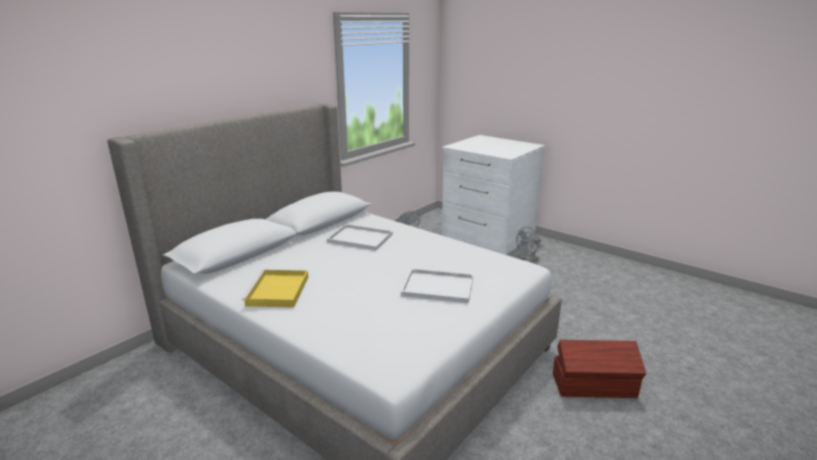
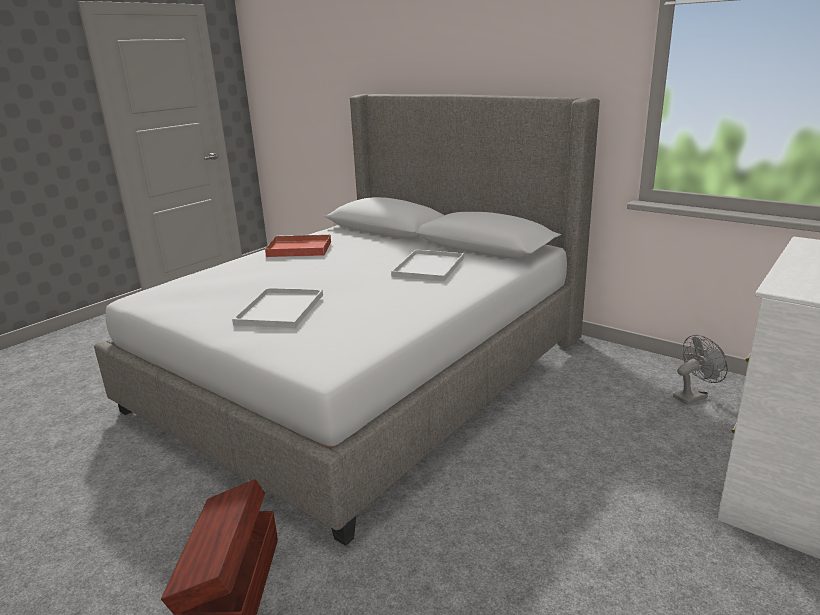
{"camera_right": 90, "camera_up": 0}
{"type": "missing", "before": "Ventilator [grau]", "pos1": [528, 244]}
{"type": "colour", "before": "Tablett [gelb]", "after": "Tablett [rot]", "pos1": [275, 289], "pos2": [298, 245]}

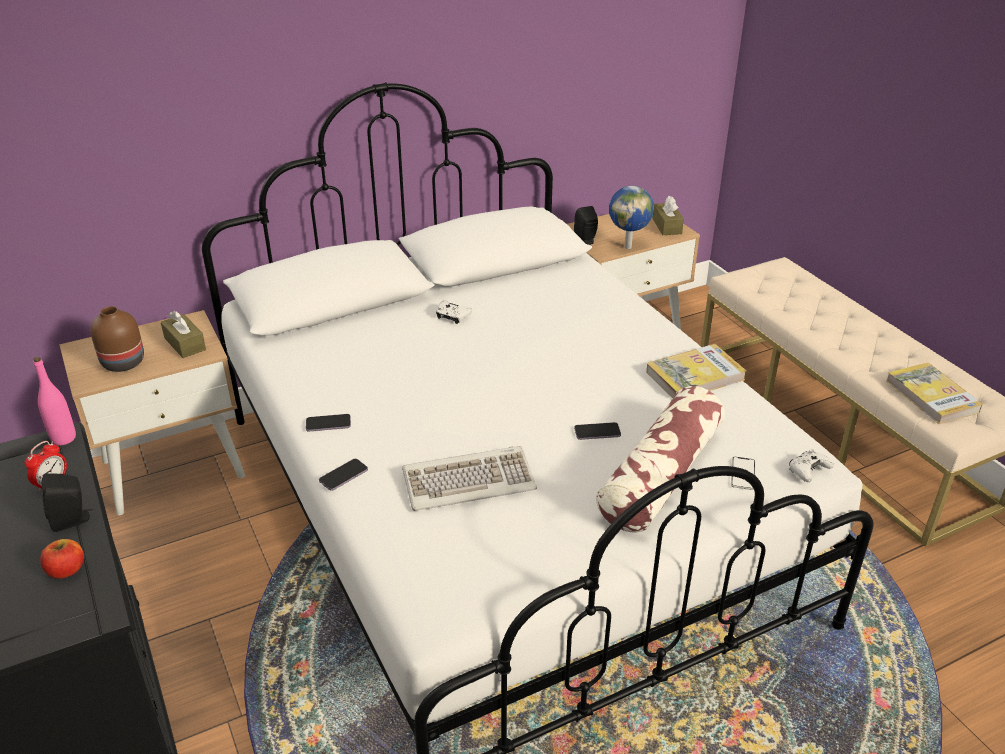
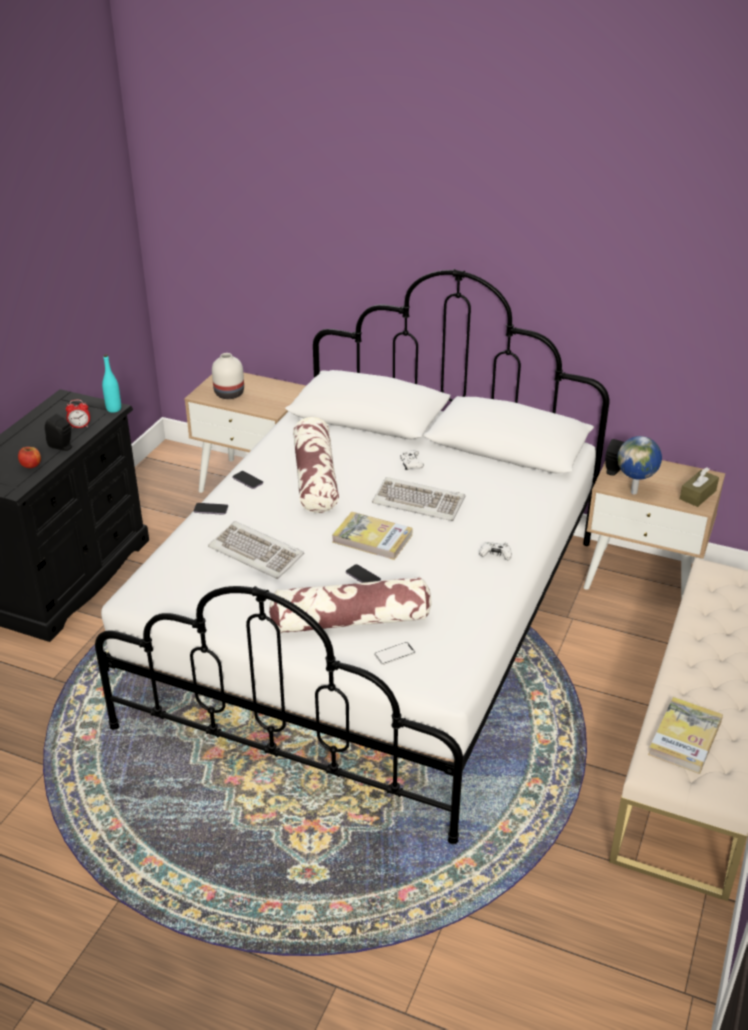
{"camera_right": 50, "camera_up": 0}
{"type": "colour", "before": "Vase [braun]", "after": "Vase [weiß]", "pos1": [117, 339], "pos2": [228, 376]}
{"type": "missing", "before": "Taschentuchbox [braun]", "pos1": [183, 334]}
{"type": "relocated", "before": "Buch", "pos1": [696, 371], "pos2": [372, 536]}
{"type": "colour", "before": "Flasche [rosa]", "after": "Flasche [türkis]", "pos1": [54, 401], "pos2": [111, 383]}
{"type": "relocated", "before": "Gamepad [weiß]", "pos1": [811, 465], "pos2": [495, 551]}
{"type": "appeared", "after": "Kissen", "pos2": [316, 465]}
{"type": "appeared", "after": "Tastatur", "pos2": [418, 499]}

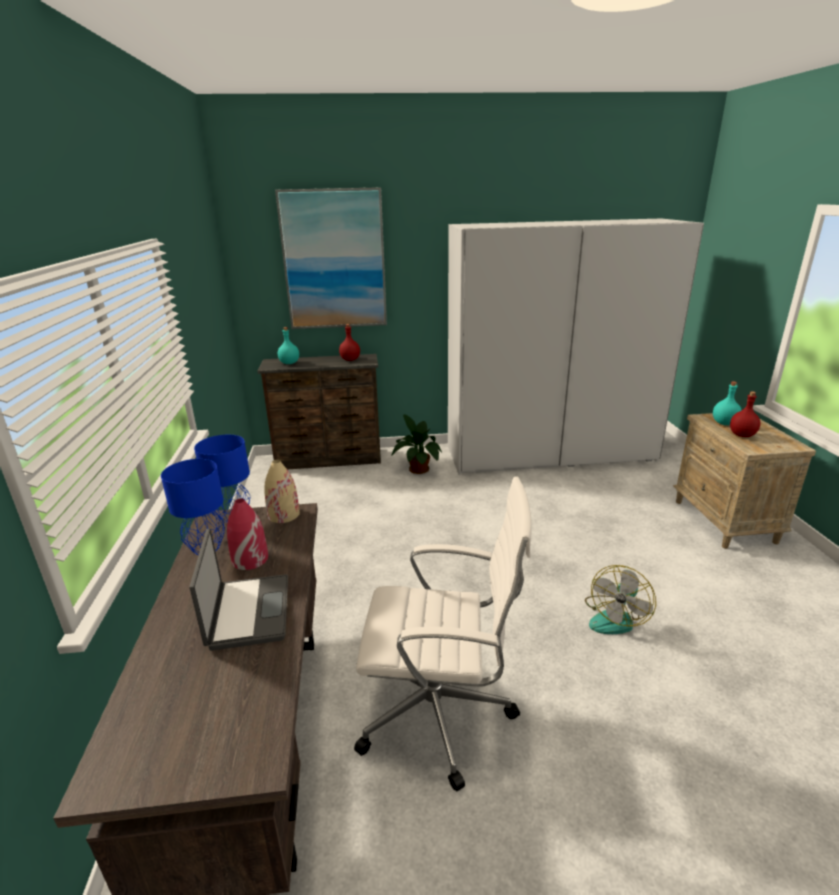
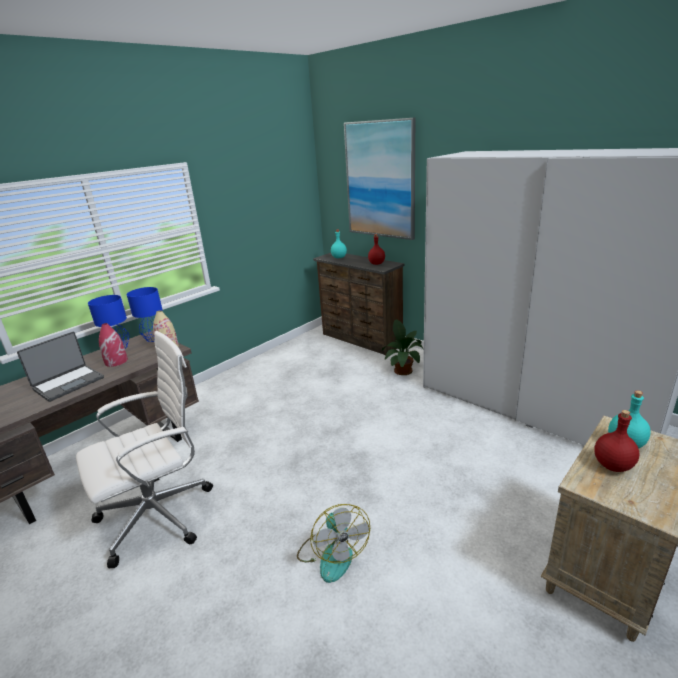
{"camera_right": 50, "camera_up": 0}
{"type": "spun", "before": "Bürostuhl [weiß]", "pos1": [443, 634], "pos2": [144, 449], "turn": -90}
{"type": "spun", "before": "Ventilator", "pos1": [620, 599], "pos2": [333, 543], "turn": -105}

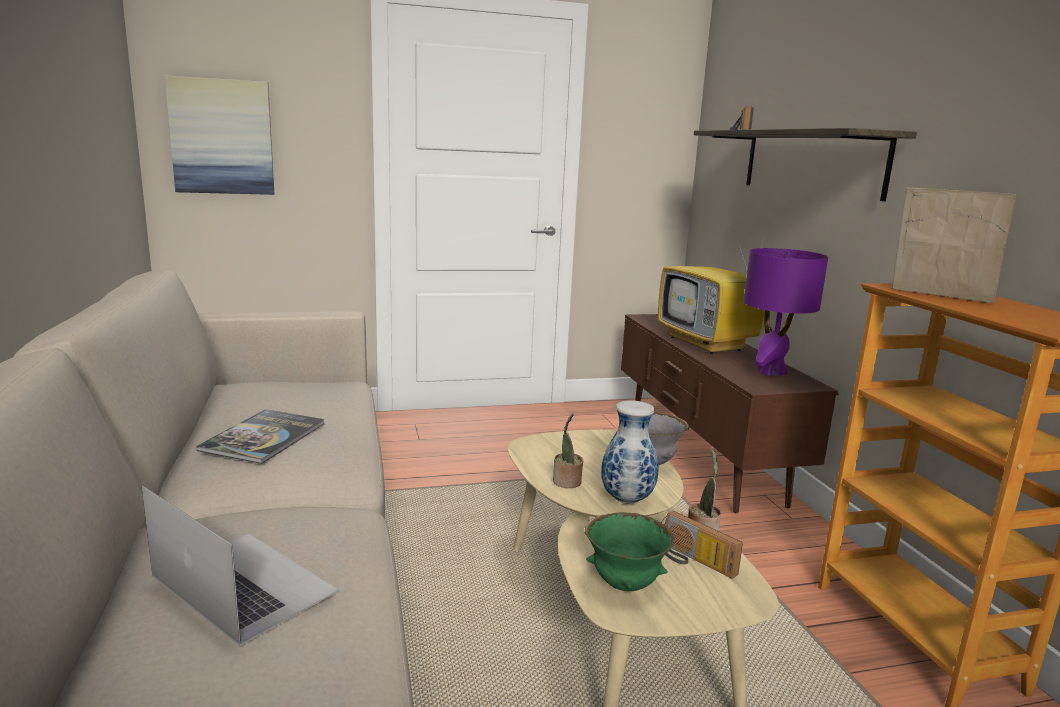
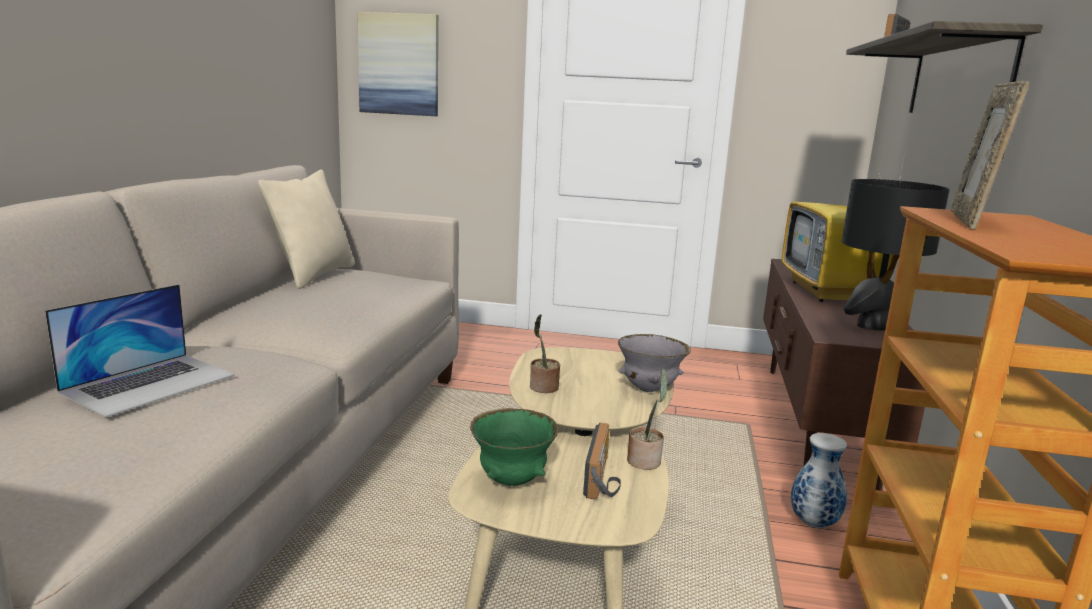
{"camera_right": 25, "camera_up": 0}
{"type": "spun", "before": "Bilderrahmen", "pos1": [954, 245], "pos2": [990, 155], "turn": -135}
{"type": "colour", "before": "Tischlampe [lila]", "after": "Tischlampe [schwarz]", "pos1": [785, 312], "pos2": [895, 255]}
{"type": "relocated", "before": "Vase", "pos1": [629, 452], "pos2": [819, 480]}
{"type": "missing", "before": "Buch", "pos1": [260, 436]}
{"type": "spun", "before": "Laptop", "pos1": [240, 566], "pos2": [140, 351], "turn": 60}
{"type": "spun", "before": "Radio", "pos1": [702, 545], "pos2": [602, 461], "turn": -150}
{"type": "appeared", "after": "Kissen [beige]", "pos2": [306, 229]}

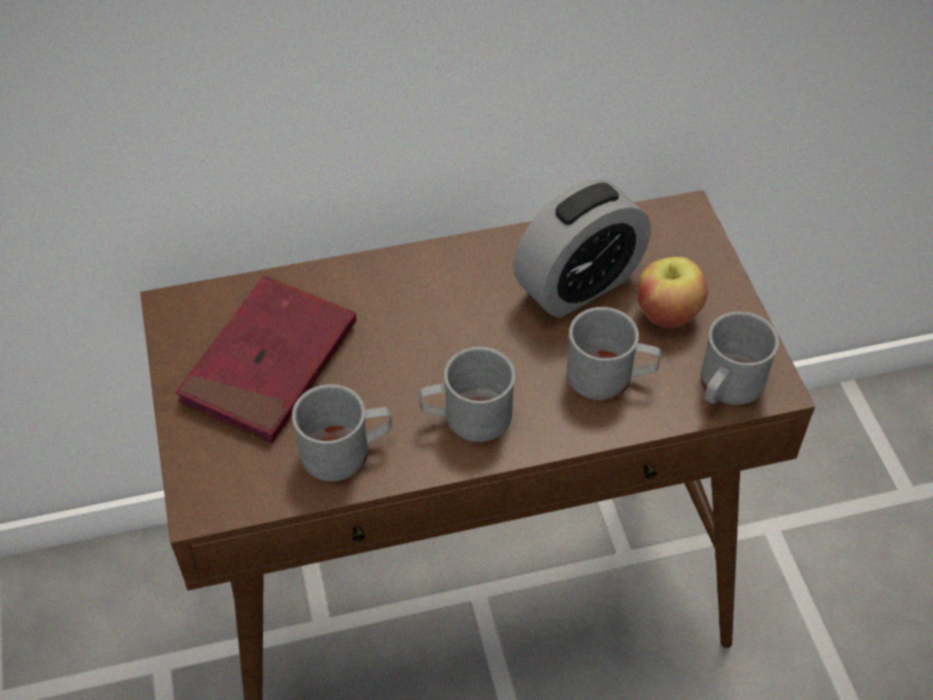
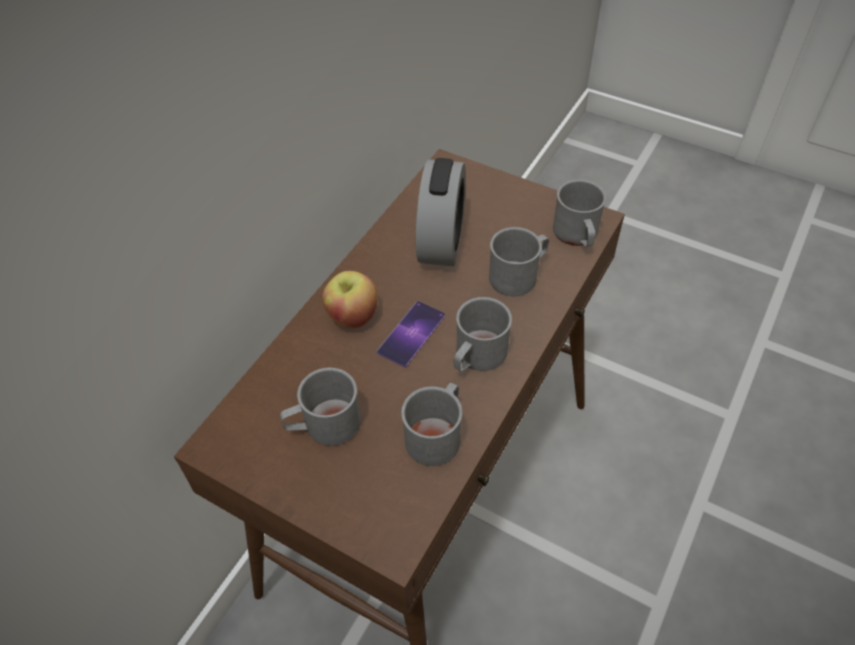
{"camera_right": -45, "camera_up": 0}
{"type": "relocated", "before": "Apfel", "pos1": [672, 292], "pos2": [350, 299]}
{"type": "exchanged", "before": "Buch [rot]", "after": "Henkelbecher [grau]", "pos1": [265, 359], "pos2": [320, 407]}
{"type": "appeared", "after": "Handy", "pos2": [411, 334]}

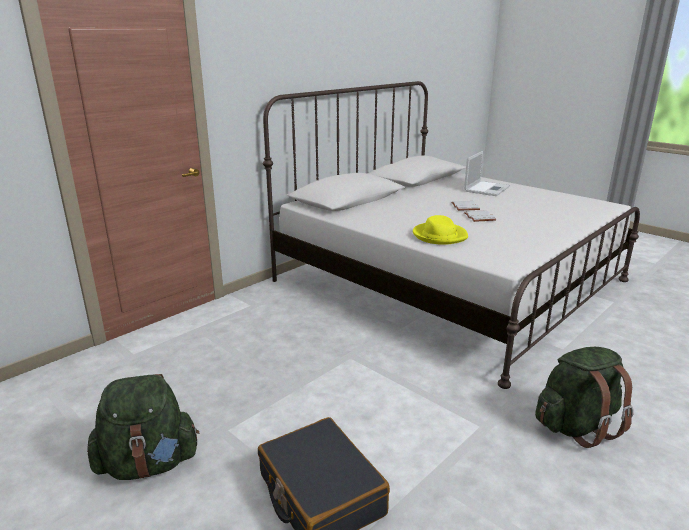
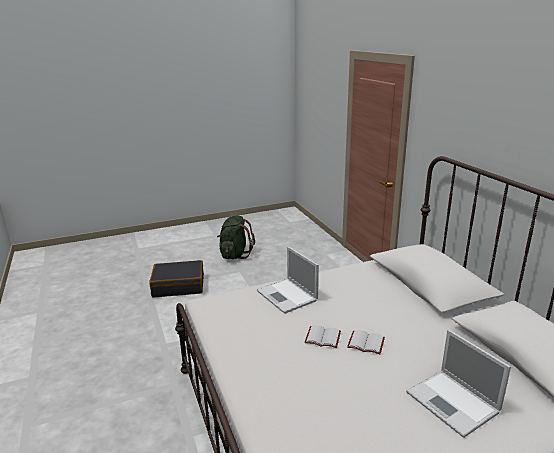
{"camera_right": 115, "camera_up": 0}
{"type": "exchanged", "before": "Hut [gelb]", "after": "Laptop", "pos1": [440, 230], "pos2": [288, 280]}
{"type": "missing", "before": "Rucksack [grün]", "pos1": [584, 397]}

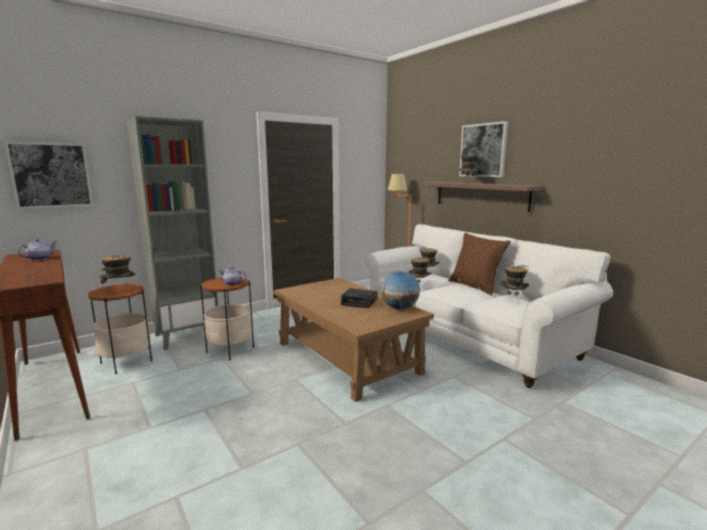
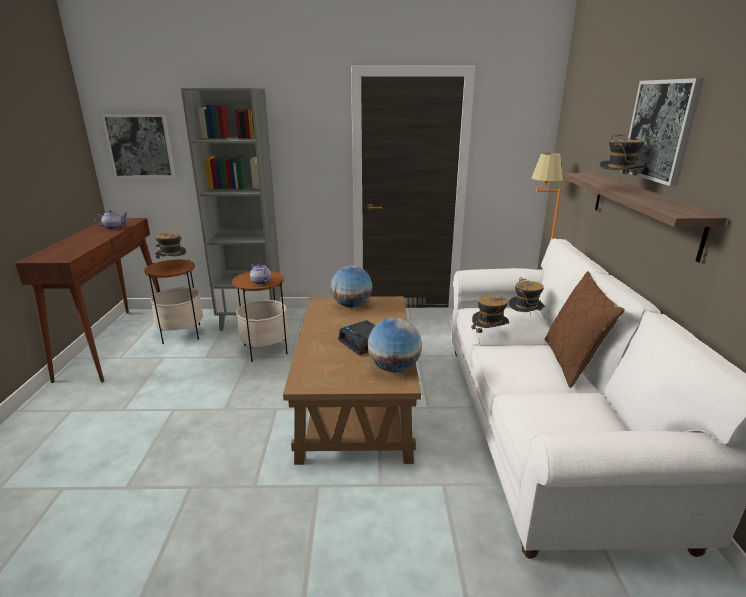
{"camera_right": 35, "camera_up": 10}
{"type": "missing", "before": "Hut", "pos1": [515, 284]}
{"type": "appeared", "after": "Globus", "pos2": [352, 287]}

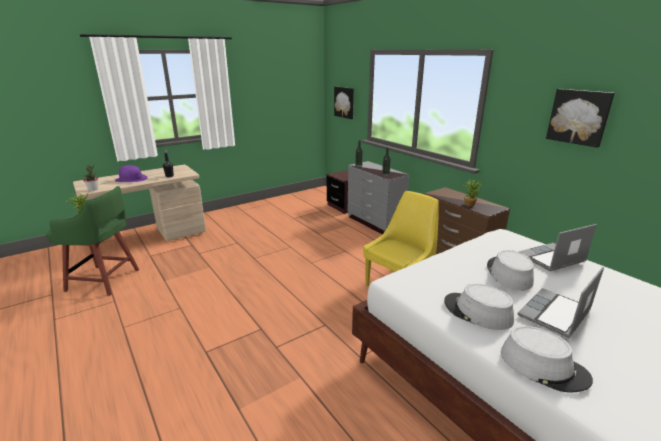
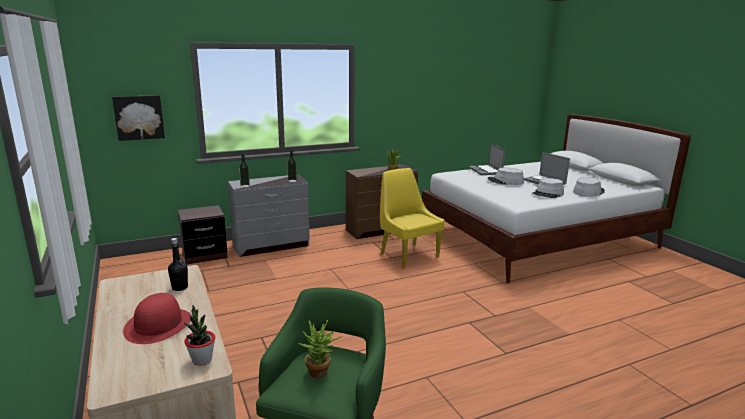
{"camera_right": -80, "camera_up": -5}
{"type": "missing", "before": "Bild", "pos1": [580, 118]}
{"type": "colour", "before": "Hut [lila]", "after": "Hut [rot]", "pos1": [131, 173], "pos2": [157, 318]}

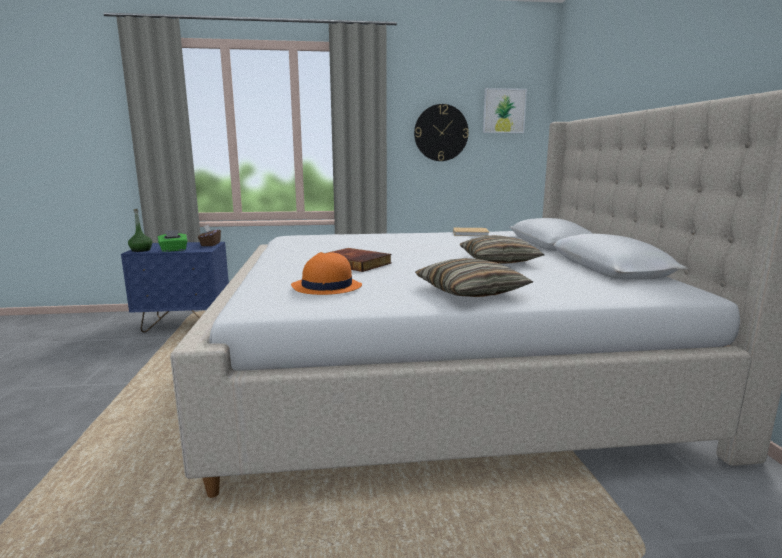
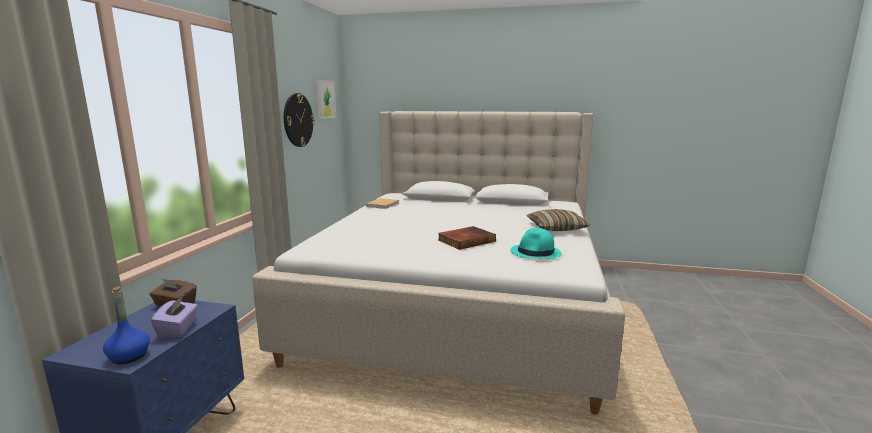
{"camera_right": -70, "camera_up": 0}
{"type": "colour", "before": "Flasche [grün]", "after": "Flasche [blau]", "pos1": [140, 230], "pos2": [126, 325]}
{"type": "colour", "before": "Taschentuchbox [grün]", "after": "Taschentuchbox [lila]", "pos1": [173, 241], "pos2": [174, 317]}
{"type": "missing", "before": "Kissen", "pos1": [501, 249]}
{"type": "colour", "before": "Hut [orange]", "after": "Hut [türkis]", "pos1": [326, 273], "pos2": [536, 243]}

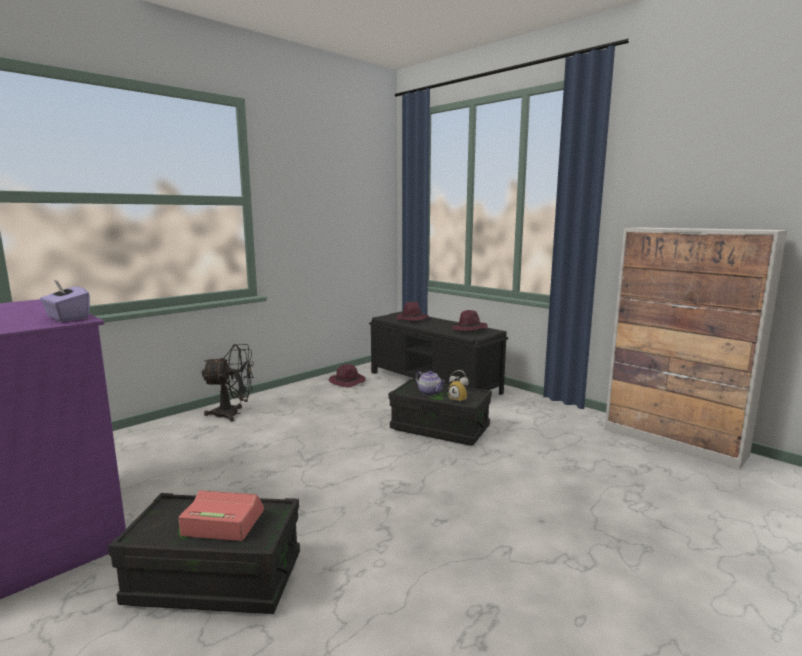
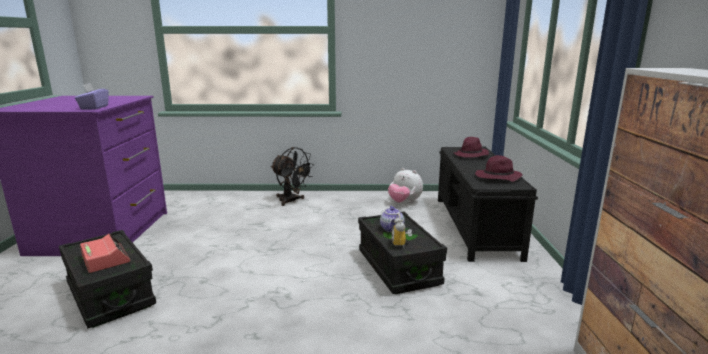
{"camera_right": 45, "camera_up": 5}
{"type": "exchanged", "before": "Hut [lila]", "after": "Plüschtier", "pos1": [347, 376], "pos2": [405, 185]}

